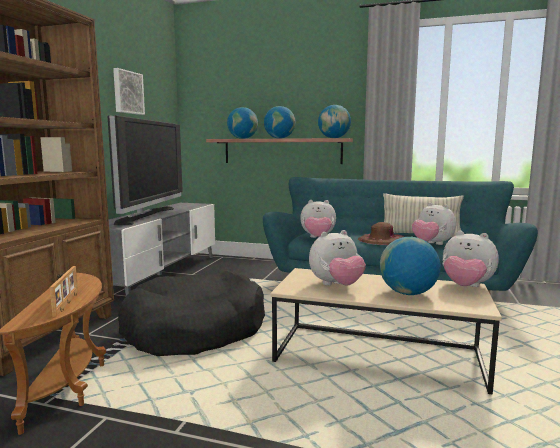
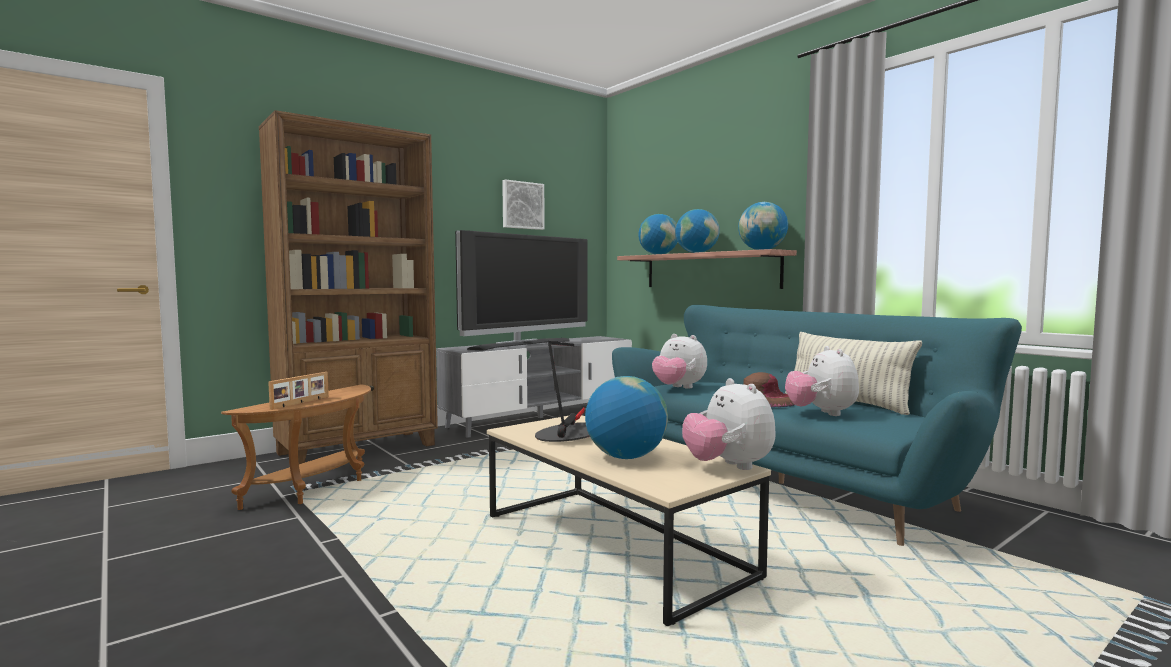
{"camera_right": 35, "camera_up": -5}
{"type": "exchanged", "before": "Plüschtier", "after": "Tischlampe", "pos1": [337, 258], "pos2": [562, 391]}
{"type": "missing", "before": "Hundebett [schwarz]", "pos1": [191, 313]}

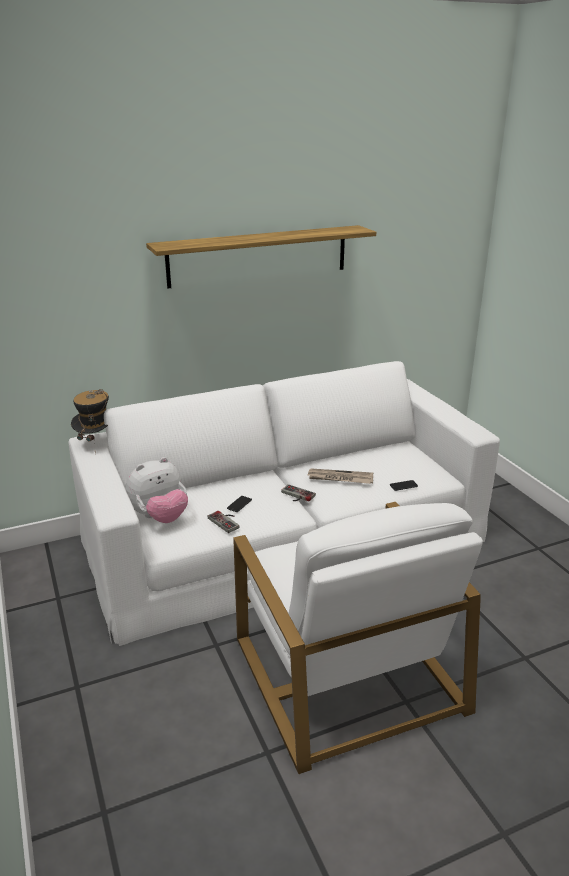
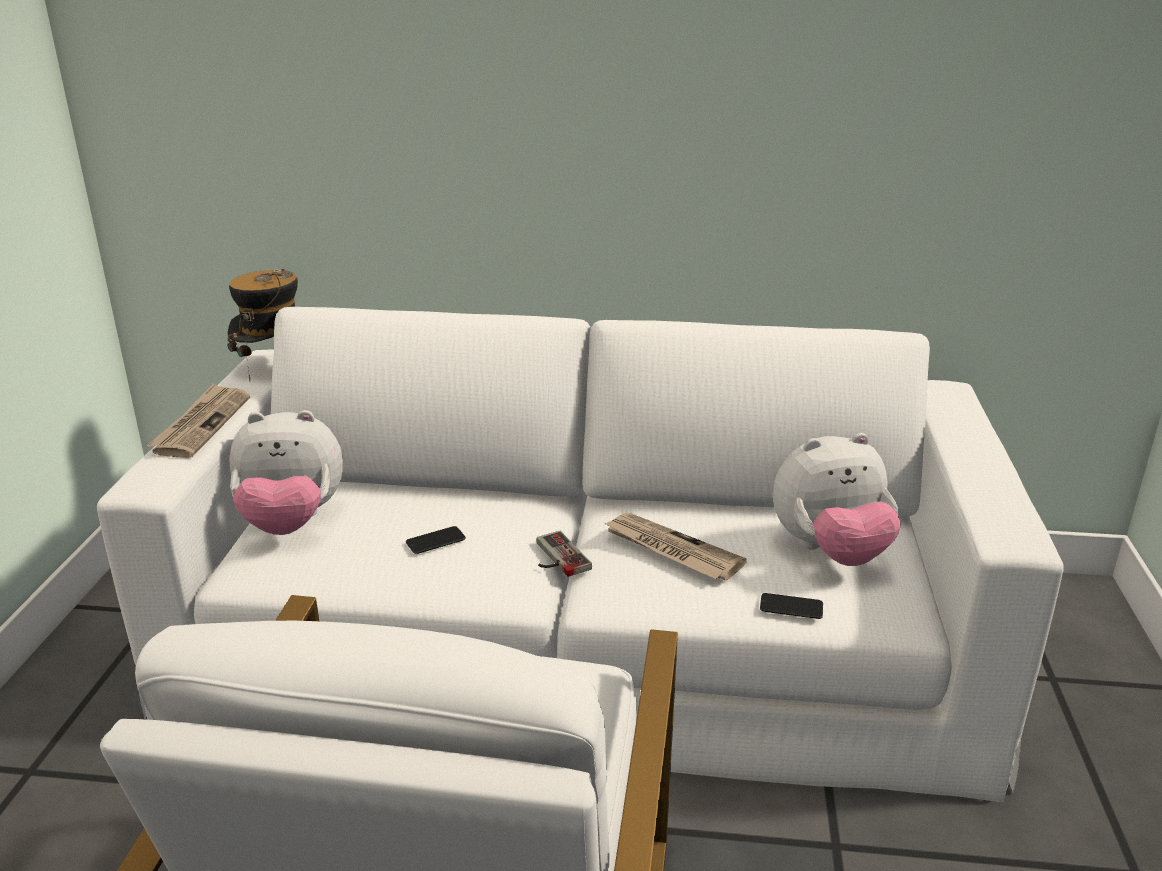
{"camera_right": 30, "camera_up": 0}
{"type": "missing", "before": "Wandregal", "pos1": [261, 256]}
{"type": "missing", "before": "Gamepad", "pos1": [224, 522]}
{"type": "appeared", "after": "Zeitung", "pos2": [198, 420]}
{"type": "appeared", "after": "Plüschtier", "pos2": [837, 499]}

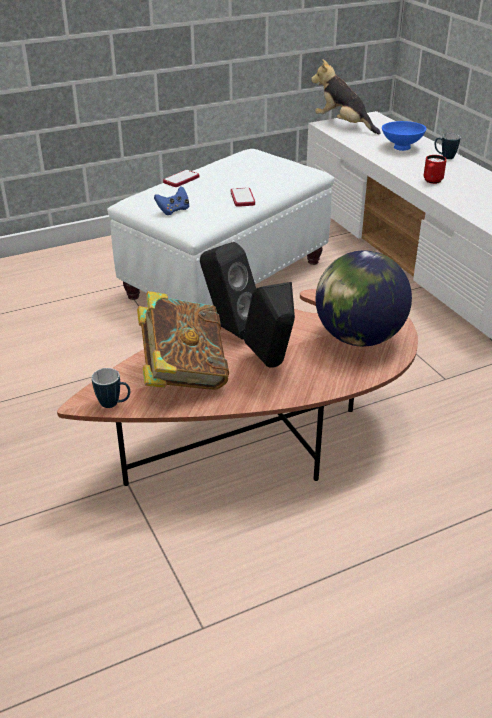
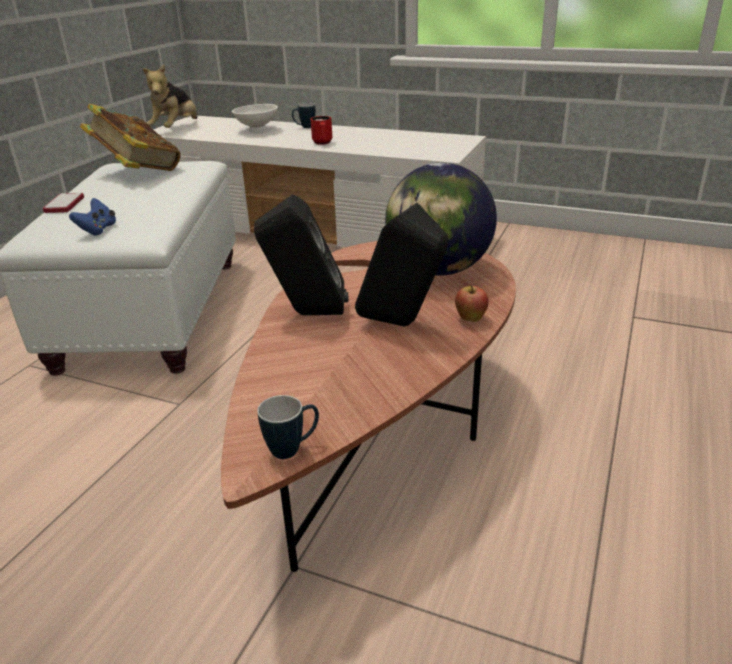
{"camera_right": -40, "camera_up": -5}
{"type": "spun", "before": "Plüschtier", "pos1": [346, 96], "pos2": [170, 96], "turn": -75}
{"type": "colour", "before": "Schüssel [blau]", "after": "Schüssel [weiß]", "pos1": [404, 136], "pos2": [255, 118]}
{"type": "missing", "before": "Handy", "pos1": [243, 197]}
{"type": "relocated", "before": "Buch", "pos1": [183, 340], "pos2": [130, 137]}
{"type": "appeared", "after": "Apfel", "pos2": [472, 303]}

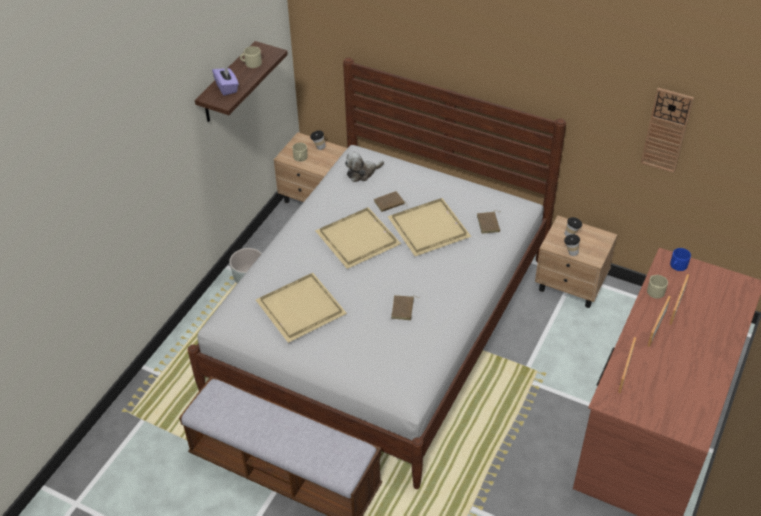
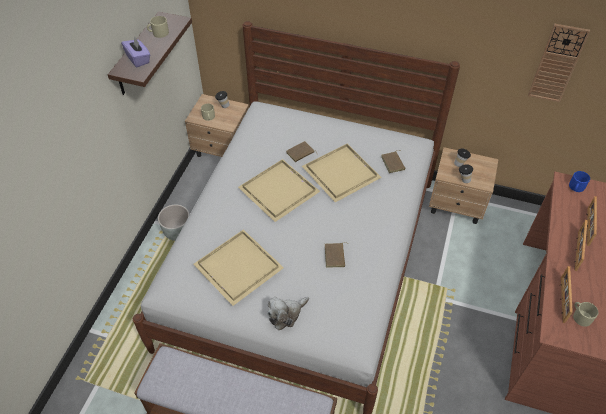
{"camera_right": -10, "camera_up": 5}
{"type": "relocated", "before": "Plüschtier", "pos1": [364, 166], "pos2": [288, 313]}
{"type": "relocated", "before": "Henkelbecher [beige]", "pos1": [657, 287], "pos2": [585, 314]}

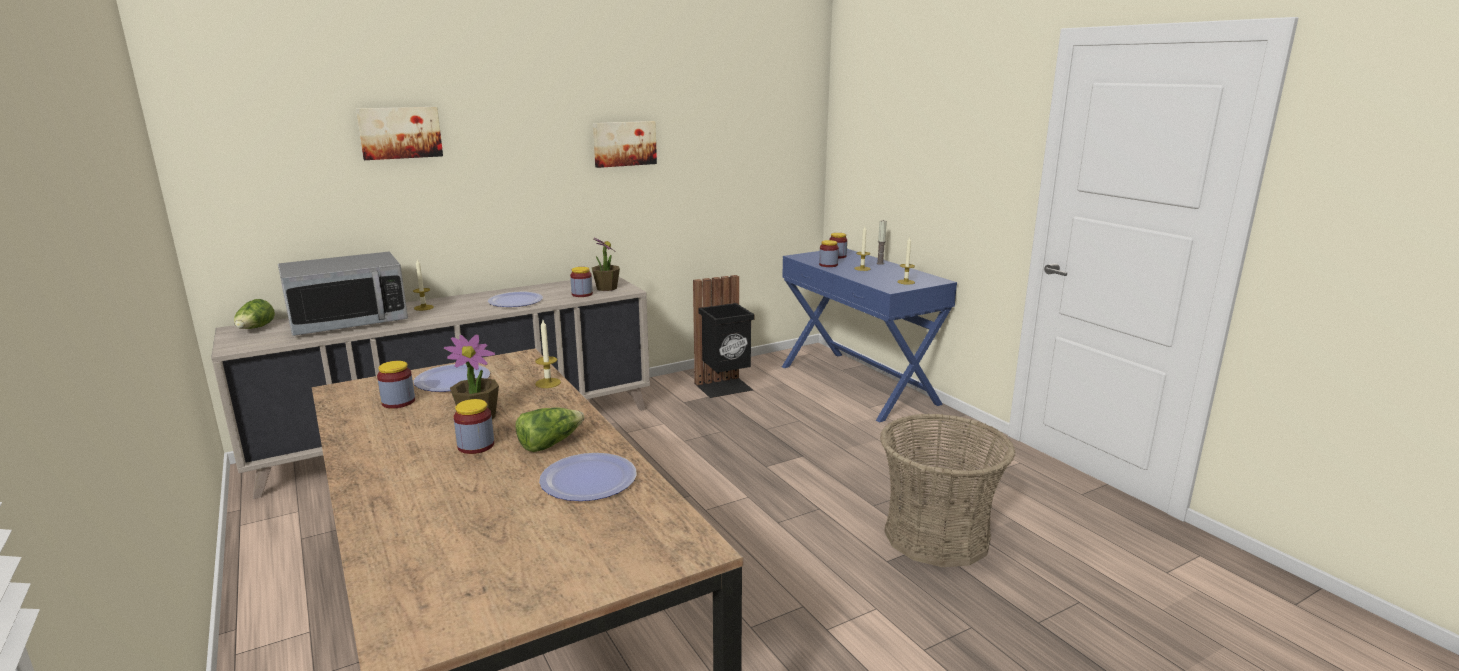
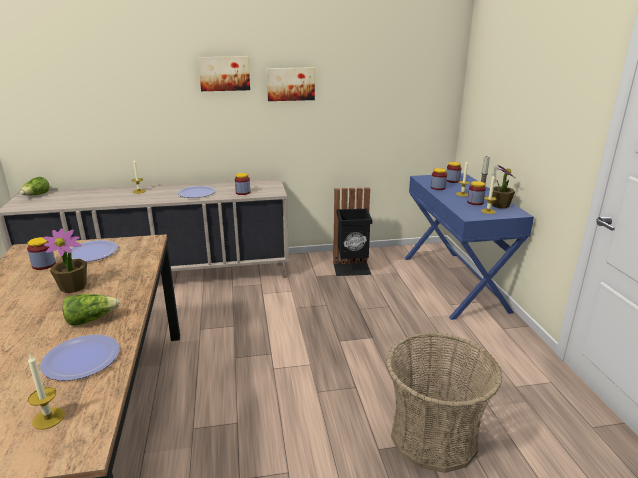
{"camera_right": 20, "camera_up": 5}
{"type": "relocated", "before": "Bild", "pos1": [399, 133], "pos2": [224, 73]}
{"type": "relocated", "before": "Topfpflanze", "pos1": [606, 264], "pos2": [503, 186]}
{"type": "missing", "before": "Mikrowelle", "pos1": [343, 294]}
{"type": "relocated", "before": "Kerze", "pos1": [548, 354], "pos2": [46, 392]}
{"type": "relocated", "before": "Vorratsglas", "pos1": [474, 426], "pos2": [476, 193]}

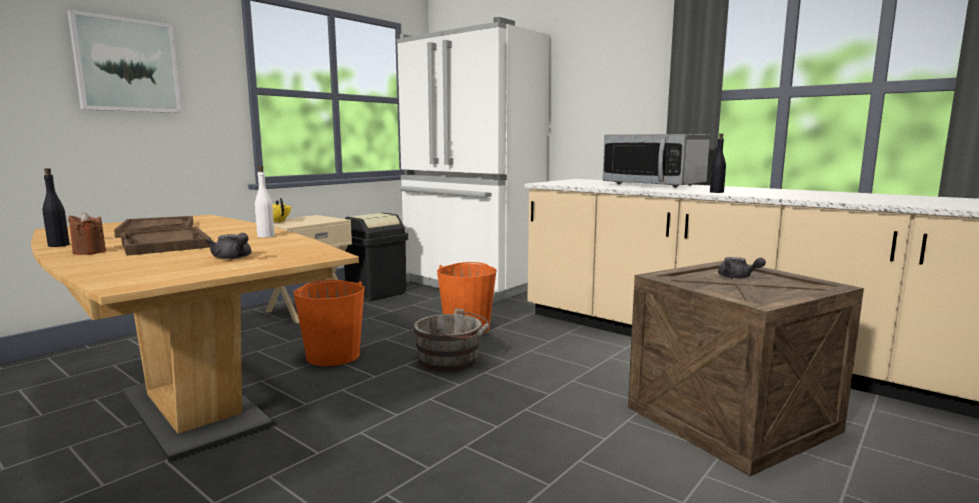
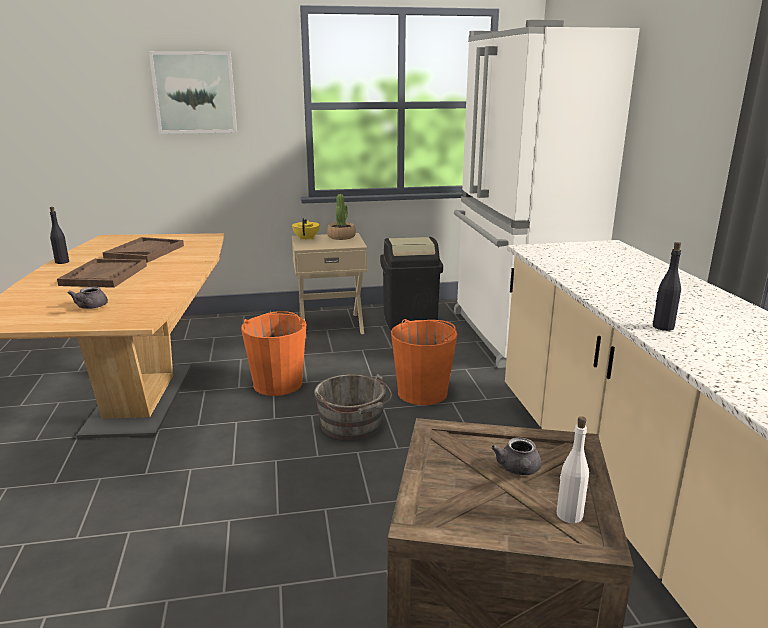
{"camera_right": 40, "camera_up": 10}
{"type": "missing", "before": "Mikrowelle", "pos1": [656, 161]}
{"type": "relocated", "before": "Flasche [weiß]", "pos1": [265, 202], "pos2": [572, 469]}
{"type": "missing", "before": "Kerze [braun]", "pos1": [87, 233]}
{"type": "appeared", "after": "Topfpflanze", "pos2": [341, 217]}

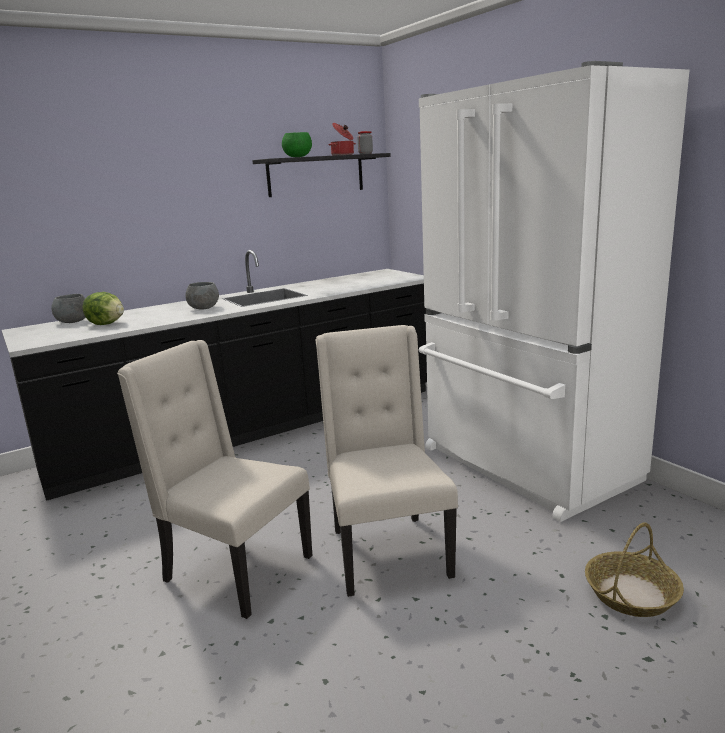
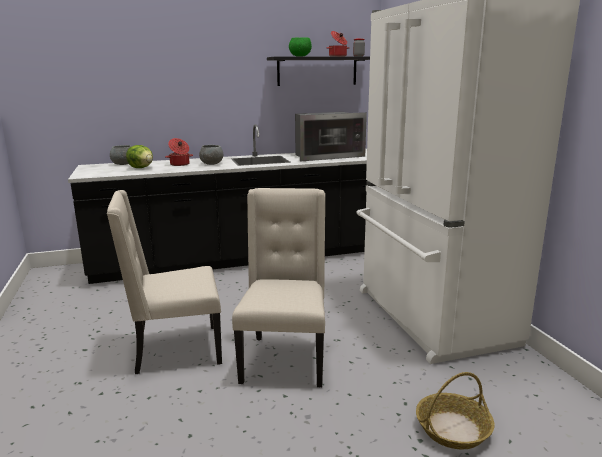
{"camera_right": 15, "camera_up": 0}
{"type": "spun", "before": "Stuhl [beige]", "pos1": [214, 479], "pos2": [164, 282], "turn": -60}
{"type": "appeared", "after": "Mikrowelle", "pos2": [331, 136]}
{"type": "appeared", "after": "Kochtopf", "pos2": [179, 152]}

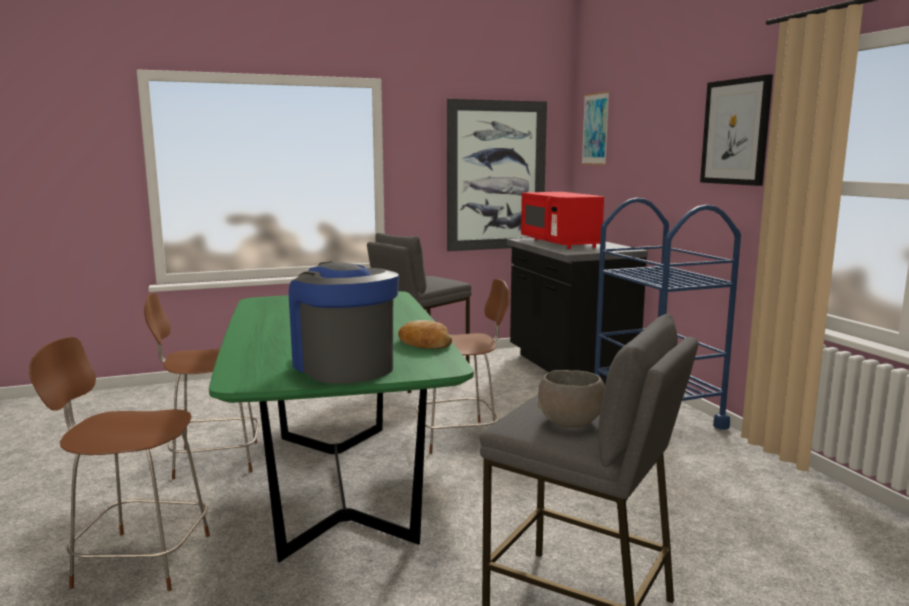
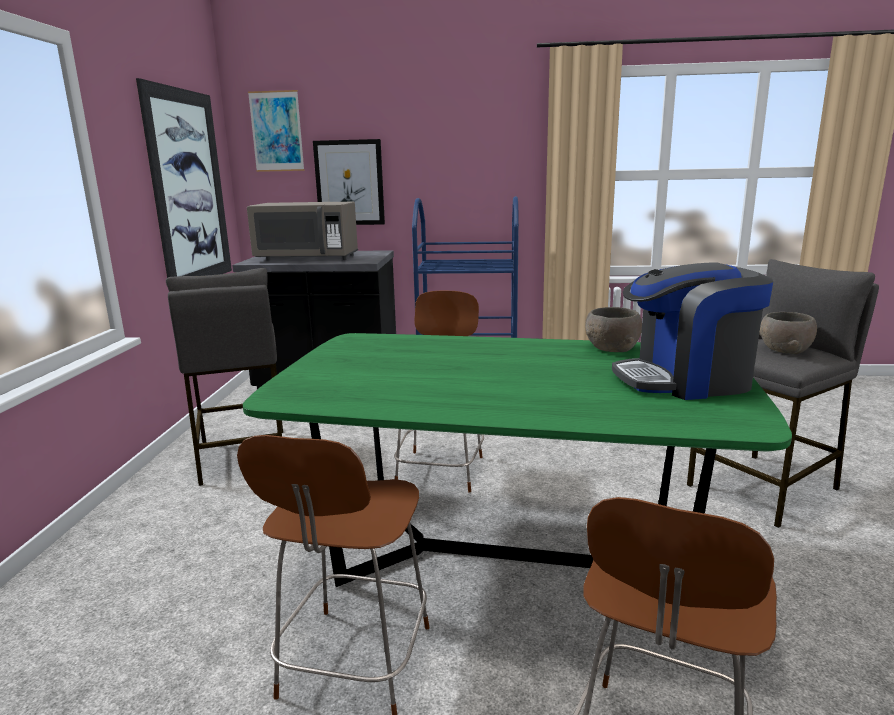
{"camera_right": -65, "camera_up": 5}
{"type": "relocated", "before": "Bild", "pos1": [736, 130], "pos2": [349, 182]}
{"type": "colour", "before": "Mikrowelle [rot]", "after": "Mikrowelle [grau]", "pos1": [562, 220], "pos2": [302, 231]}
{"type": "exchanged", "before": "Brot", "after": "Schüssel [grau]", "pos1": [425, 334], "pos2": [613, 329]}

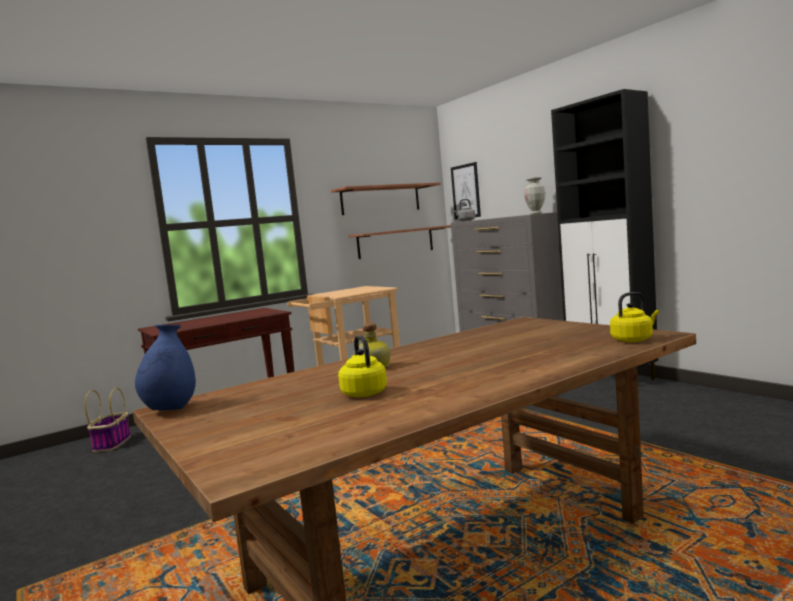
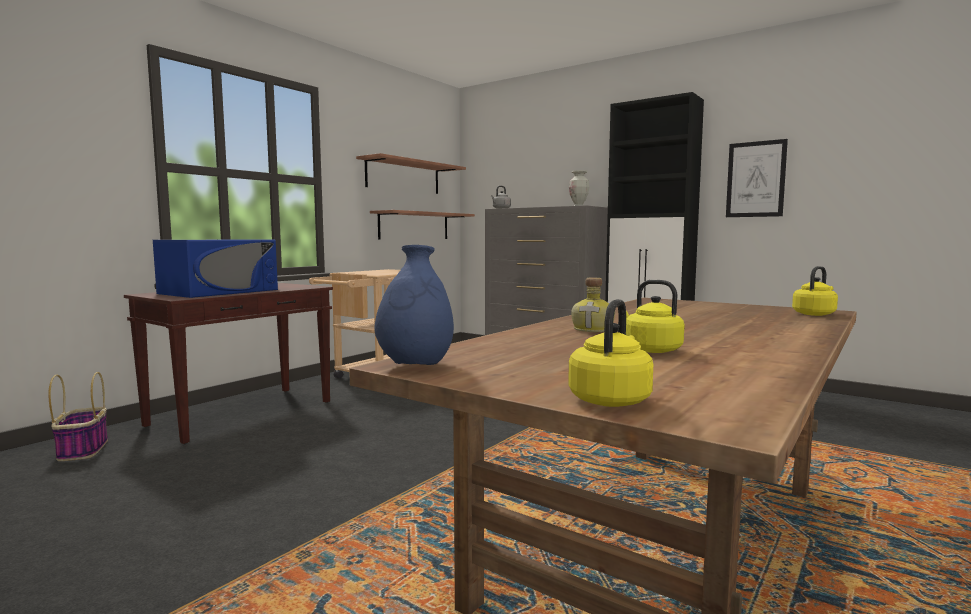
{"camera_right": -20, "camera_up": 0}
{"type": "relocated", "before": "Bild", "pos1": [466, 190], "pos2": [757, 178]}
{"type": "appeared", "after": "Mikrowelle [blau]", "pos2": [215, 268]}
{"type": "appeared", "after": "Wasserkessel [gelb]", "pos2": [610, 353]}

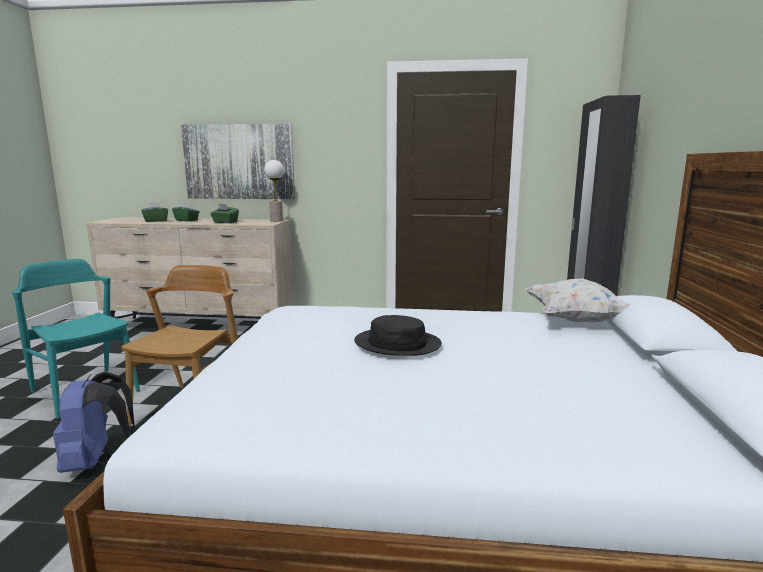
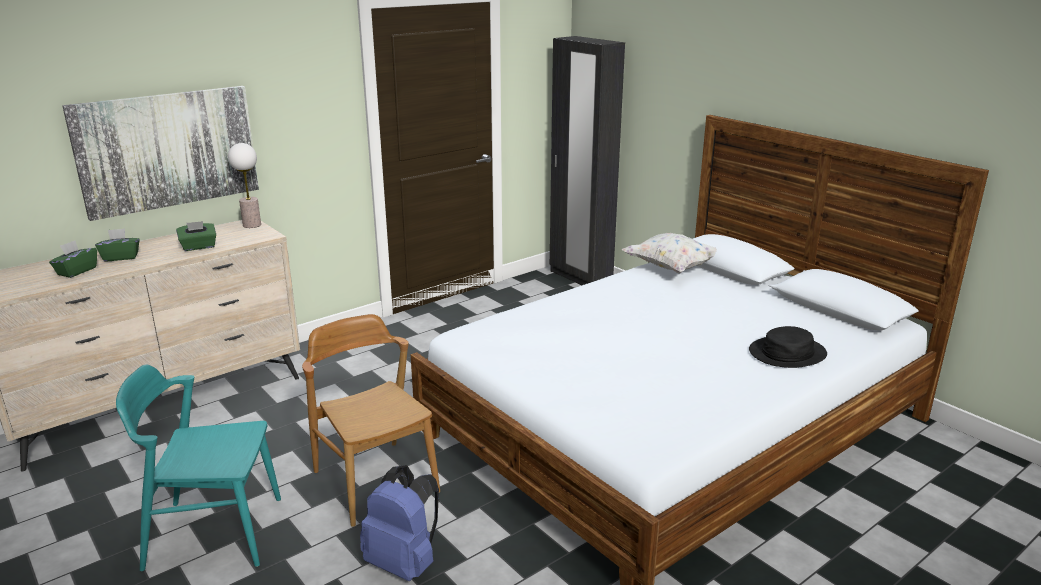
{"camera_right": -45, "camera_up": 10}
{"type": "relocated", "before": "Hut [schwarz]", "pos1": [398, 335], "pos2": [788, 347]}

